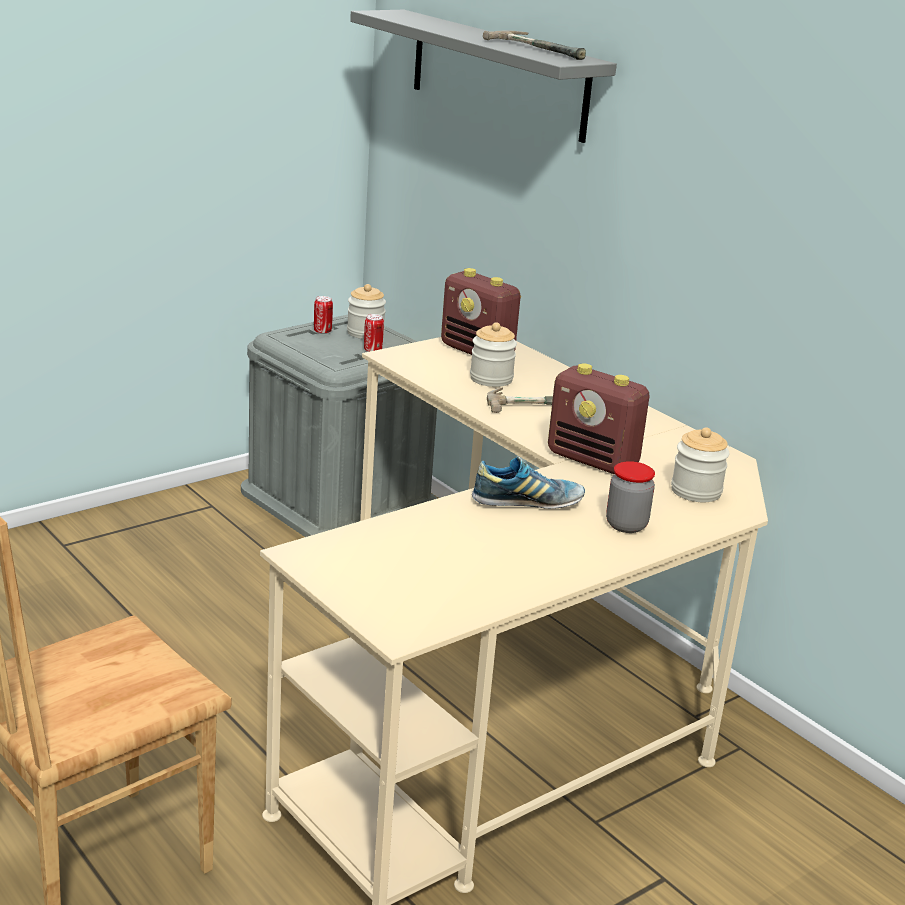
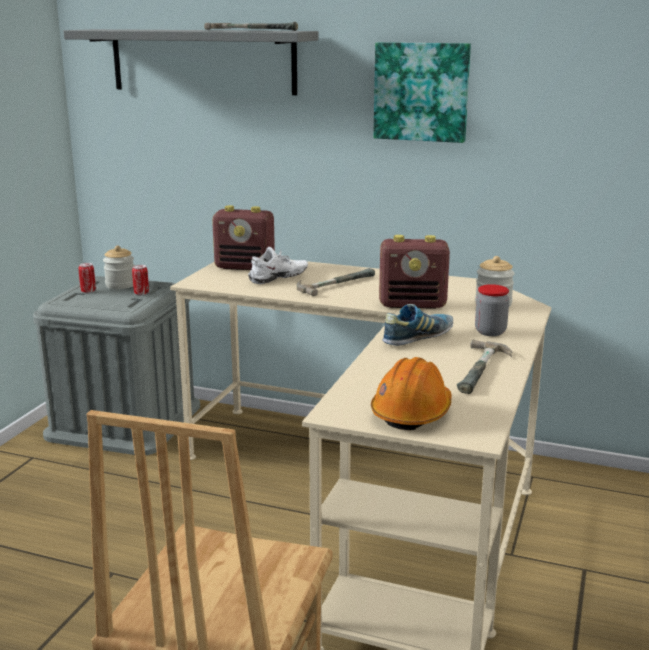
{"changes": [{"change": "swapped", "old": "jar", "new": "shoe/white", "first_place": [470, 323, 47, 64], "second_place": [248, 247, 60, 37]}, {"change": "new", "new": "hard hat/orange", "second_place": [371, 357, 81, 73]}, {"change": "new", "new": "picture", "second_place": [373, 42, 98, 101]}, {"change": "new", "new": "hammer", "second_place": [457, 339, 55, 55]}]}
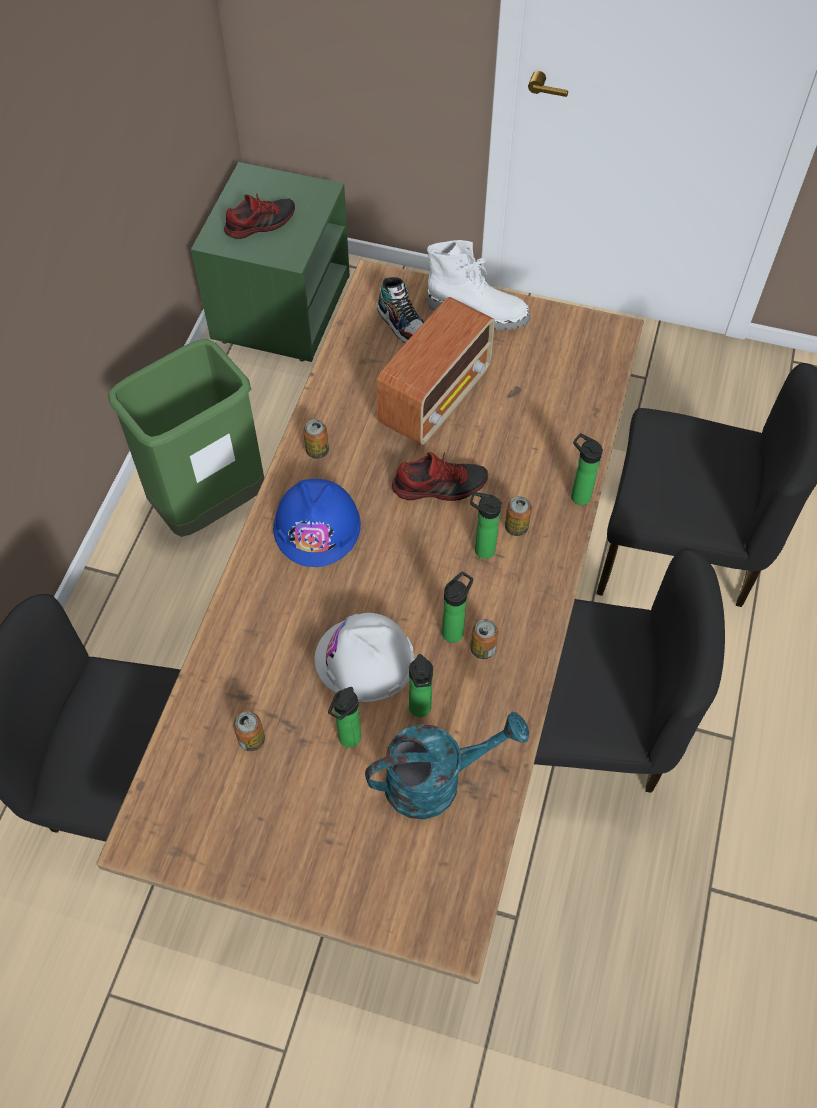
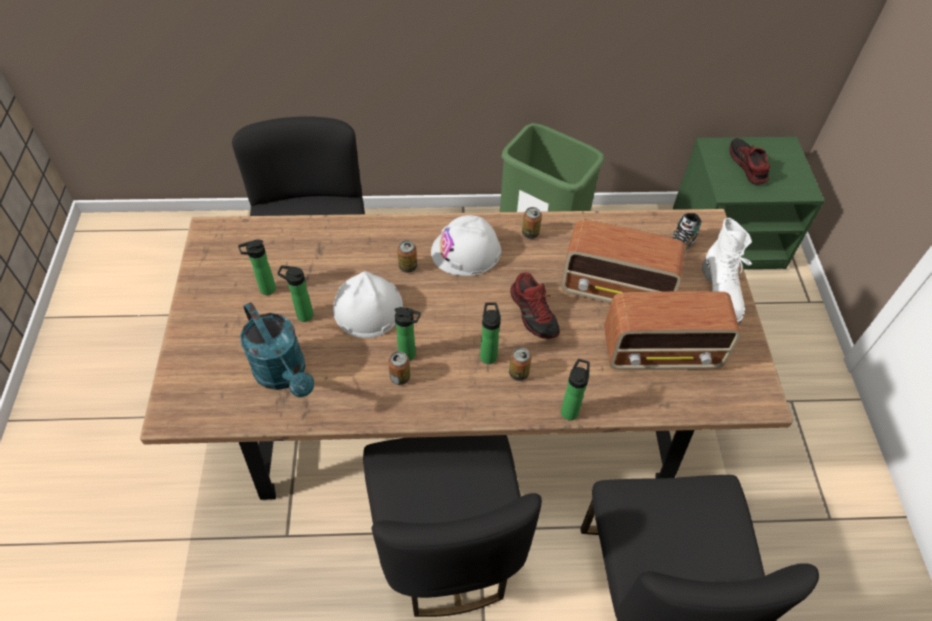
{"changes": [{"change": "shifted", "old": "bottle", "first_place": [409, 654, 24, 63], "second_place": [238, 239, 38, 56]}, {"change": "shifted", "old": "can", "first_place": [234, 712, 31, 39], "second_place": [397, 240, 20, 33]}, {"change": "repainted", "old": "hard hat/blue", "new": "hard hat/white", "first_place": [273, 479, 88, 88], "second_place": [431, 215, 70, 61]}, {"change": "new", "new": "radio", "second_place": [604, 291, 137, 79]}, {"change": "rotated", "old": "shoe", "first_place": [224, 193, 71, 46], "second_place": [730, 138, 40, 47], "degrees": -150}]}
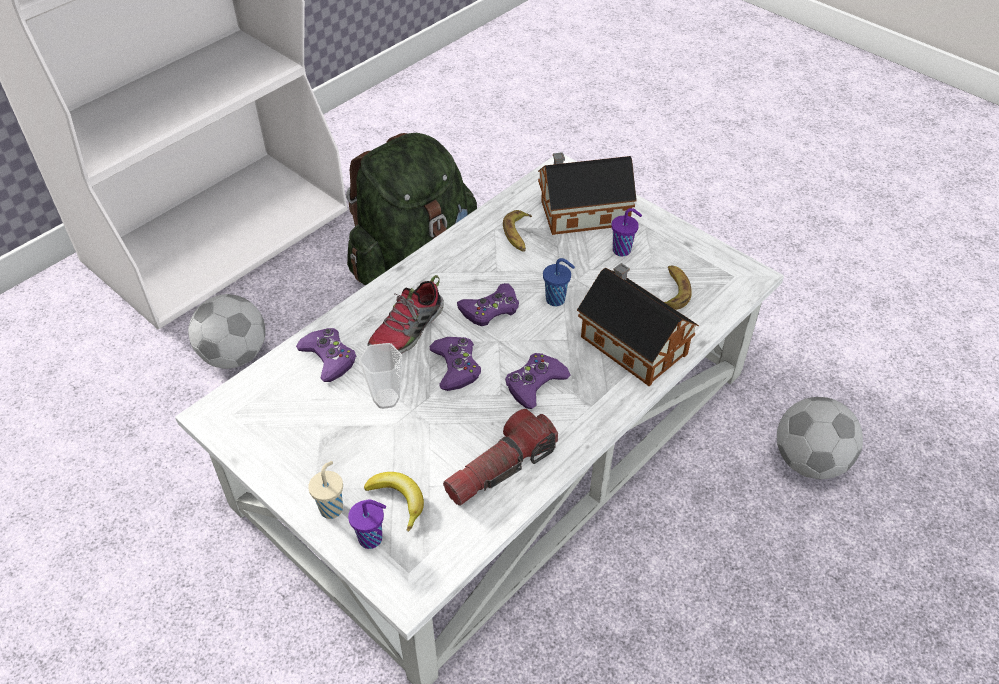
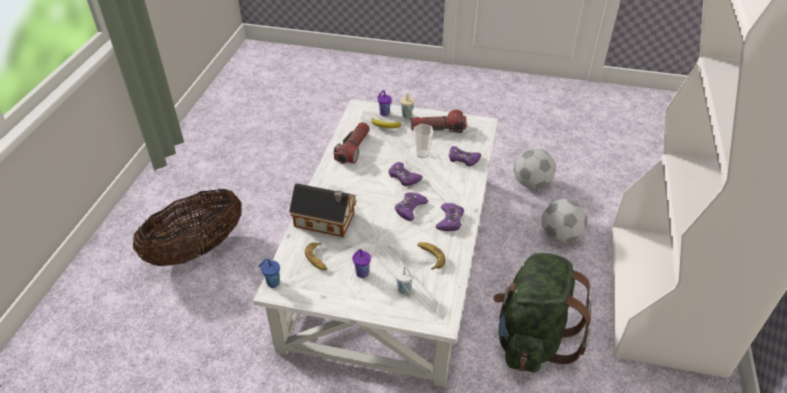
{"changes": [{"change": "new", "new": "basket", "second_place": [133, 188, 108, 78]}, {"change": "shifted", "old": "cup/blue", "first_place": [543, 258, 32, 48], "second_place": [258, 259, 22, 29]}, {"change": "swapped", "old": "toy house", "new": "cup/white", "first_place": [538, 152, 99, 83], "second_place": [395, 265, 19, 30]}, {"change": "new", "new": "flashlight", "second_place": [411, 110, 56, 23]}, {"change": "shifted", "old": "game controller/purple", "first_place": [505, 353, 66, 56], "second_place": [436, 203, 28, 28]}, {"change": "shifted", "old": "football", "first_place": [777, 397, 86, 82], "second_place": [514, 149, 41, 40]}, {"change": "gone", "old": "shoe", "first_place": [367, 275, 77, 79]}]}
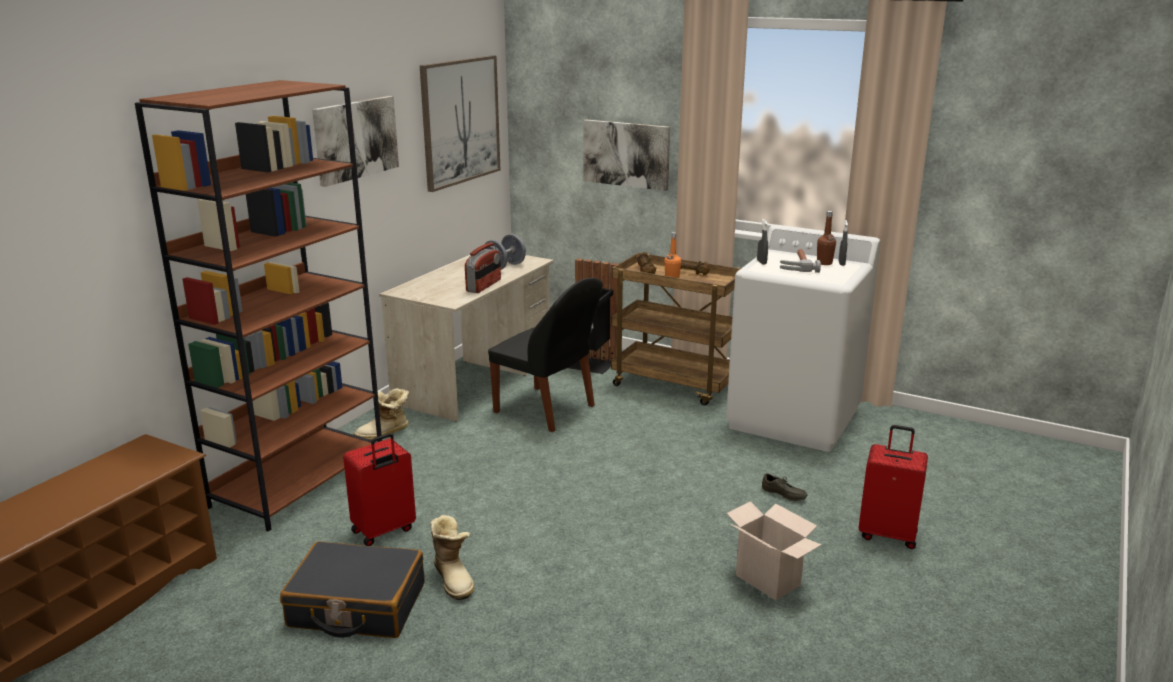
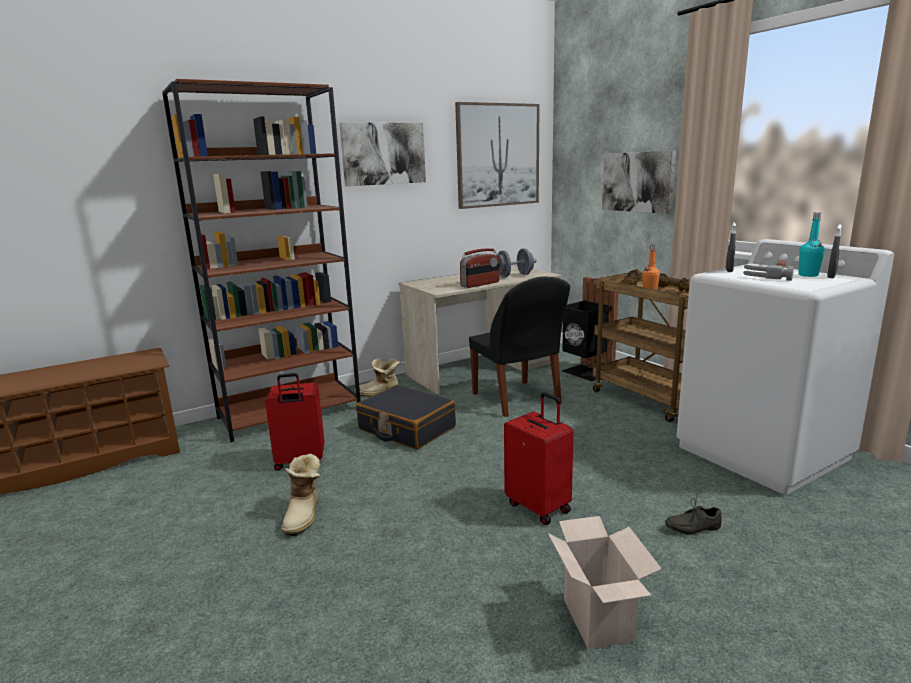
{"changes": [{"change": "shifted", "old": "suitcase/black", "first_place": [280, 541, 145, 97], "second_place": [356, 385, 100, 64]}, {"change": "shifted", "old": "suitcase/red", "first_place": [858, 425, 70, 124], "second_place": [504, 392, 70, 133]}, {"change": "rotated", "old": "shoe/grey", "first_place": [762, 473, 45, 28], "second_place": [665, 497, 57, 38], "degrees": 105}, {"change": "repainted", "old": "bottle/brown", "new": "bottle/turquoise", "first_place": [817, 211, 19, 54], "second_place": [798, 212, 27, 65]}]}
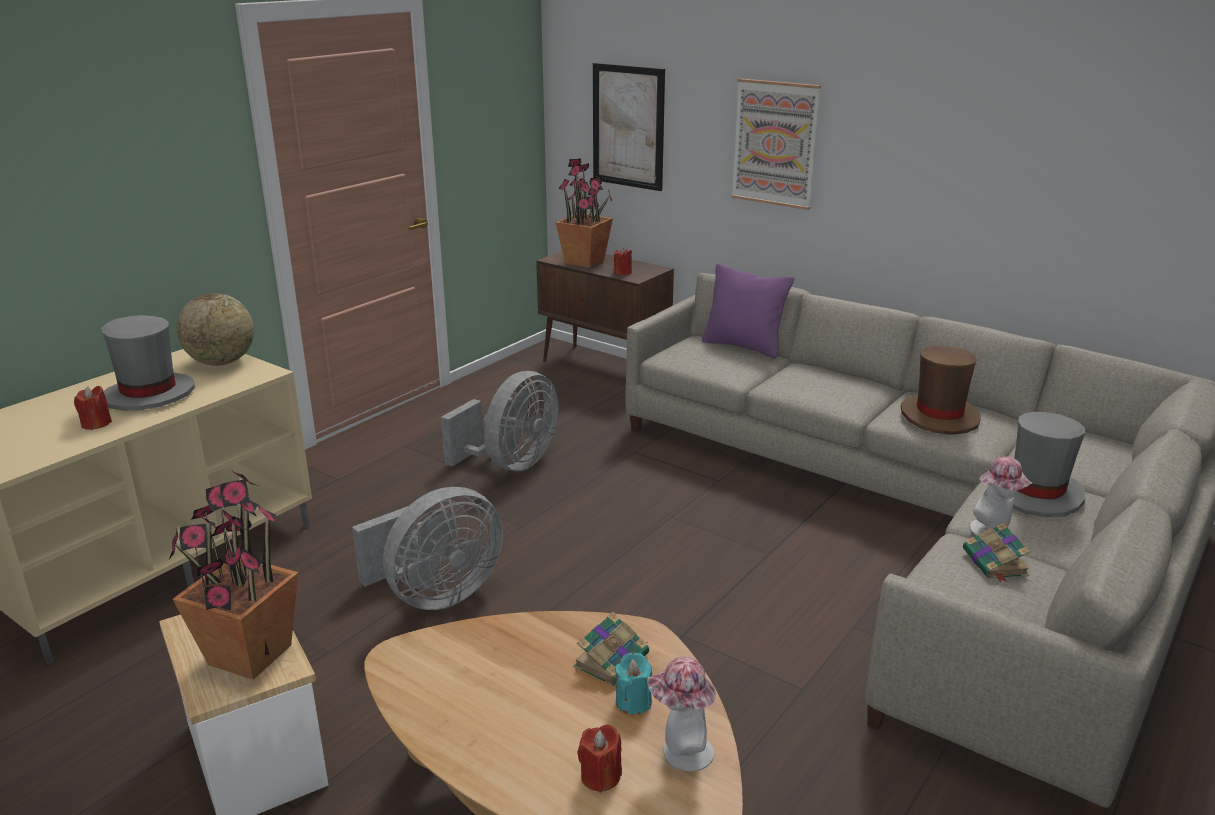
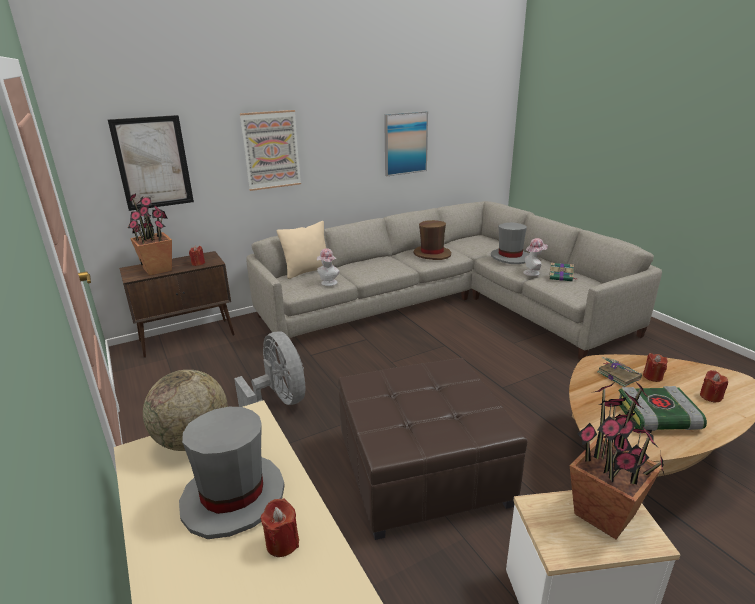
{"changes": [{"change": "repainted", "old": "pillow/purple", "new": "pillow/beige", "first_place": [702, 264, 92, 94], "second_place": [277, 221, 49, 58]}, {"change": "shifted", "old": "hat", "first_place": [647, 657, 69, 114], "second_place": [317, 248, 23, 38]}, {"change": "swapped", "old": "fan/grey", "new": "ottoman/brown", "first_place": [352, 487, 151, 123], "second_place": [338, 358, 189, 182]}, {"change": "new", "new": "picture", "second_place": [384, 111, 44, 65]}, {"change": "new", "new": "book", "second_place": [619, 386, 88, 45]}, {"change": "repainted", "old": "candle/turquoise", "new": "candle/red", "first_place": [615, 652, 37, 63], "second_place": [643, 353, 24, 29]}]}
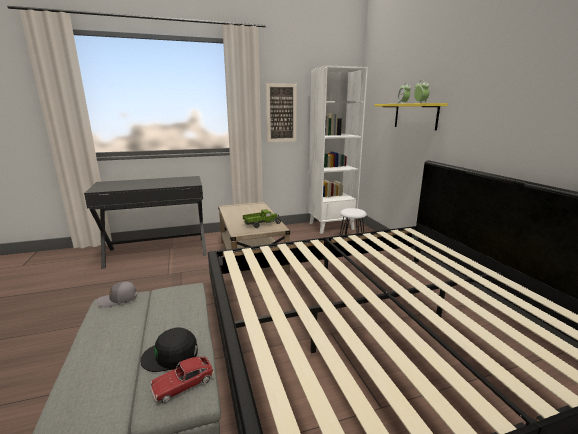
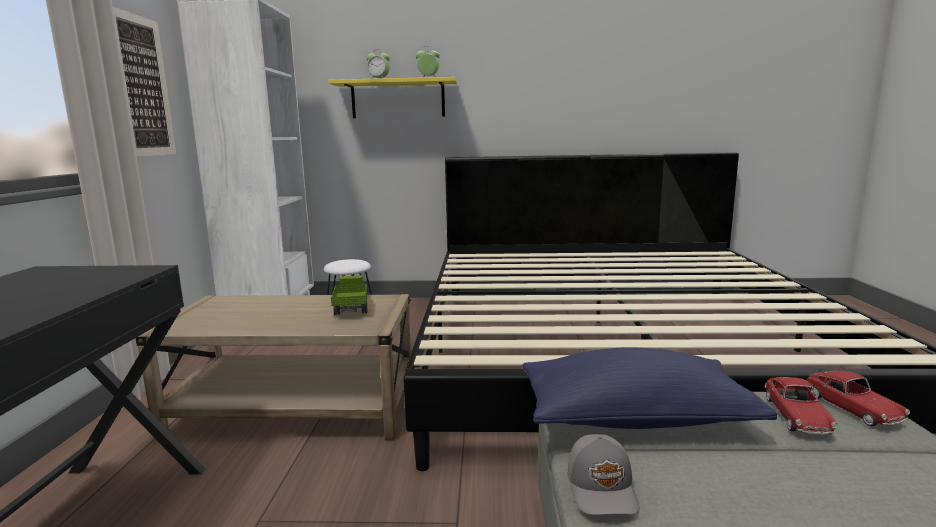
{"changes": [{"change": "new", "new": "pillow/blue", "second_place": [522, 348, 255, 81]}, {"change": "swapped", "old": "cap/black", "new": "toy car", "first_place": [140, 327, 58, 45], "second_place": [764, 377, 73, 58]}]}
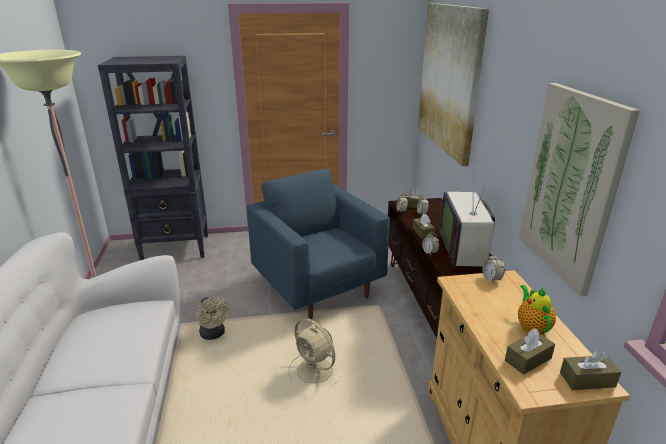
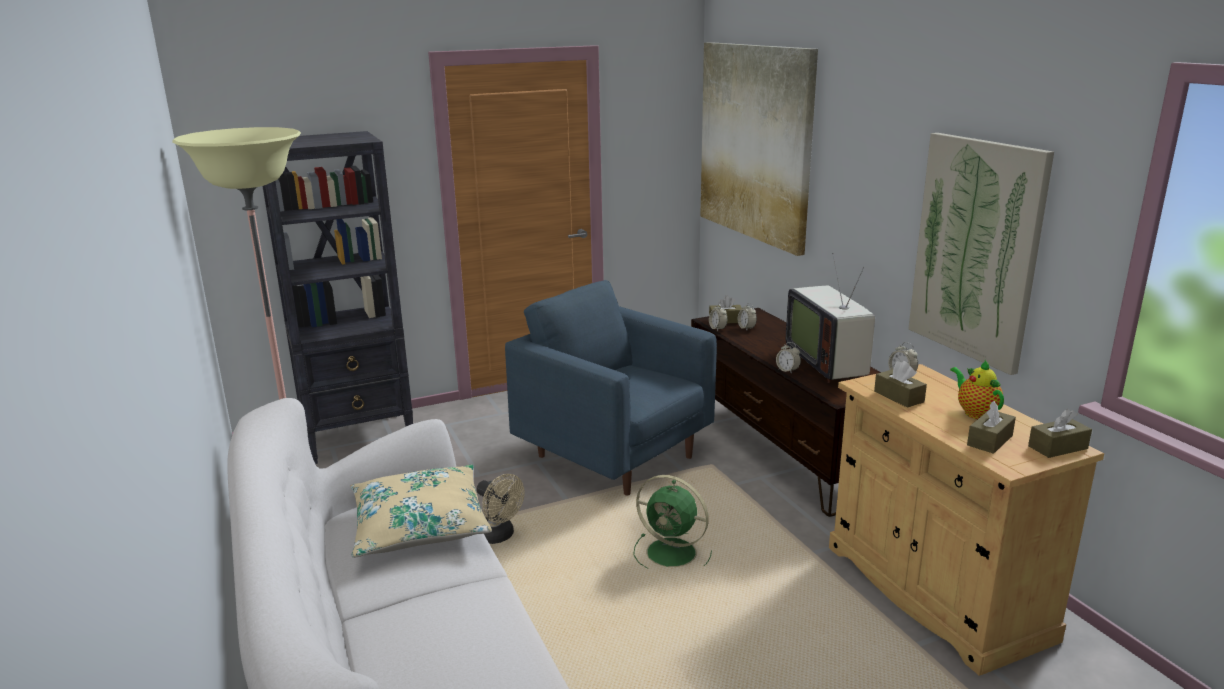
{"changes": [{"change": "new", "new": "pillow/beige", "second_place": [350, 465, 142, 93]}, {"change": "repainted", "old": "fan/beige", "new": "fan/green", "first_place": [288, 318, 55, 69], "second_place": [633, 475, 79, 94]}, {"change": "shifted", "old": "tissue box/brown", "first_place": [412, 214, 23, 25], "second_place": [874, 361, 53, 47]}]}
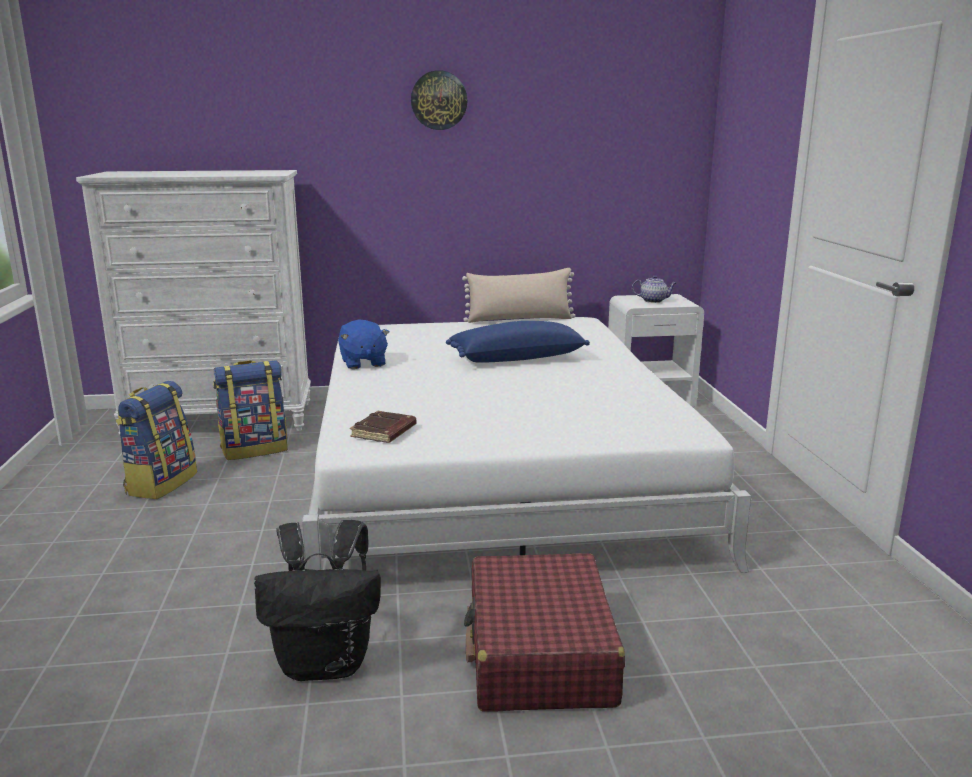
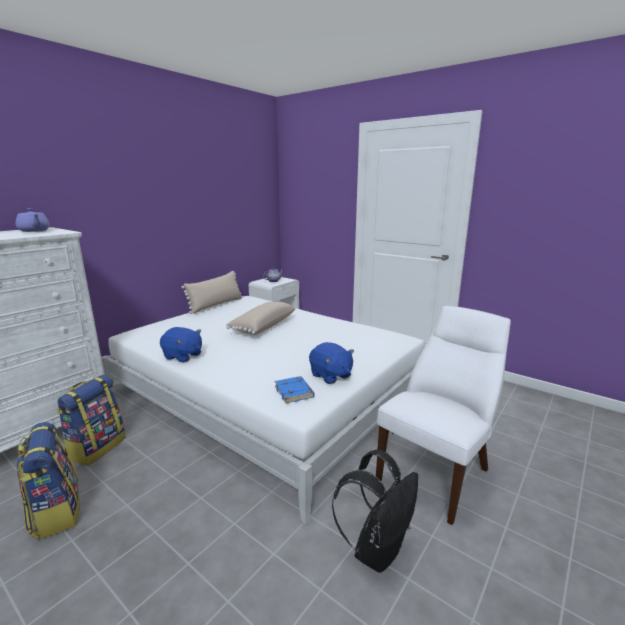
{"changes": [{"change": "new", "new": "teapot/purple", "second_place": [15, 208, 35, 24]}, {"change": "repainted", "old": "pillow/blue", "new": "pillow/beige", "first_place": [446, 321, 144, 42], "second_place": [226, 302, 69, 33]}, {"change": "repainted", "old": "book/brown", "new": "book/blue", "first_place": [350, 411, 66, 32], "second_place": [275, 376, 40, 27]}, {"change": "new", "new": "plush toy/blue", "second_place": [309, 342, 45, 42]}, {"change": "swapped", "old": "suitcase/red", "new": "chair/white", "first_place": [464, 553, 161, 158], "second_place": [376, 306, 135, 219]}, {"change": "gone", "old": "wall clock", "first_place": [411, 70, 57, 60]}]}
